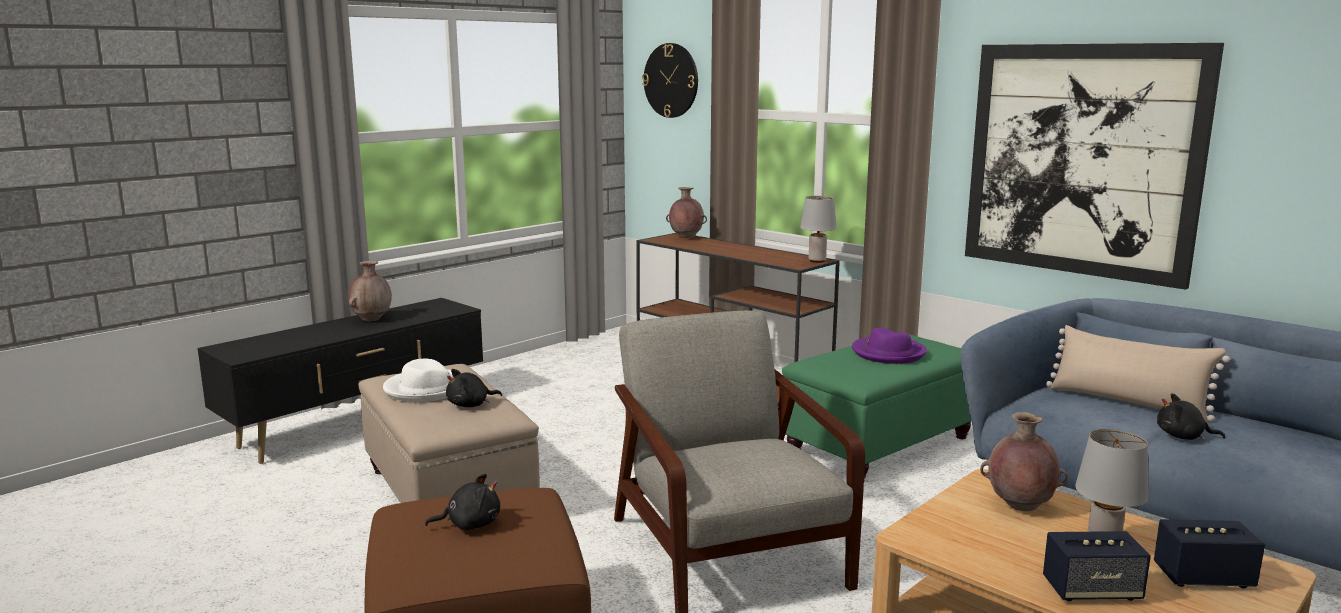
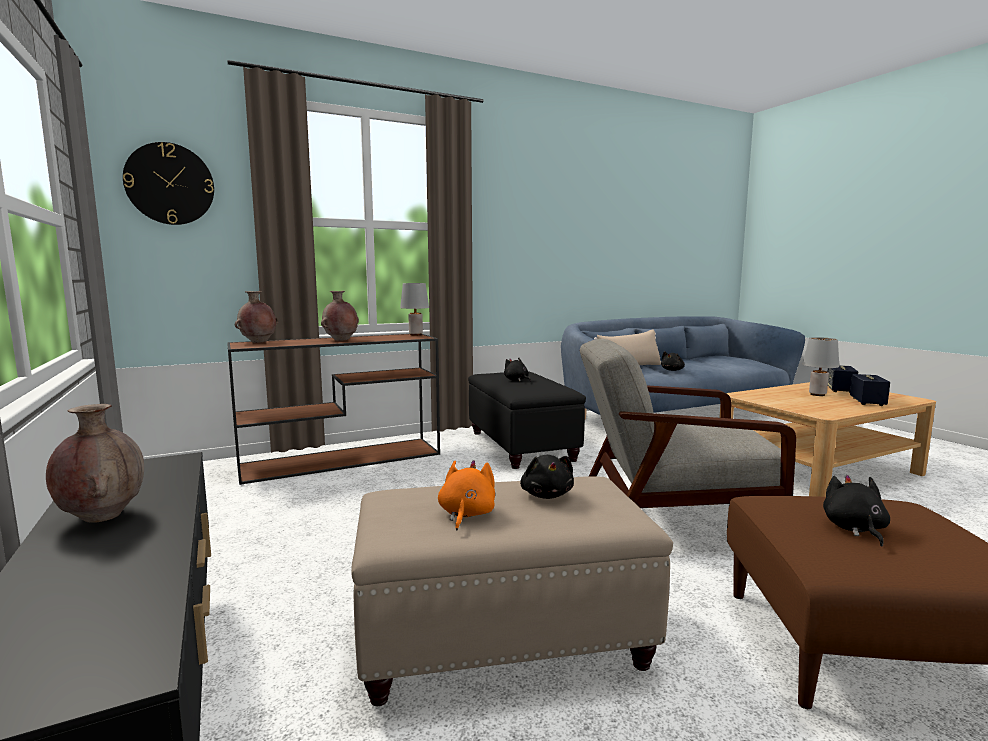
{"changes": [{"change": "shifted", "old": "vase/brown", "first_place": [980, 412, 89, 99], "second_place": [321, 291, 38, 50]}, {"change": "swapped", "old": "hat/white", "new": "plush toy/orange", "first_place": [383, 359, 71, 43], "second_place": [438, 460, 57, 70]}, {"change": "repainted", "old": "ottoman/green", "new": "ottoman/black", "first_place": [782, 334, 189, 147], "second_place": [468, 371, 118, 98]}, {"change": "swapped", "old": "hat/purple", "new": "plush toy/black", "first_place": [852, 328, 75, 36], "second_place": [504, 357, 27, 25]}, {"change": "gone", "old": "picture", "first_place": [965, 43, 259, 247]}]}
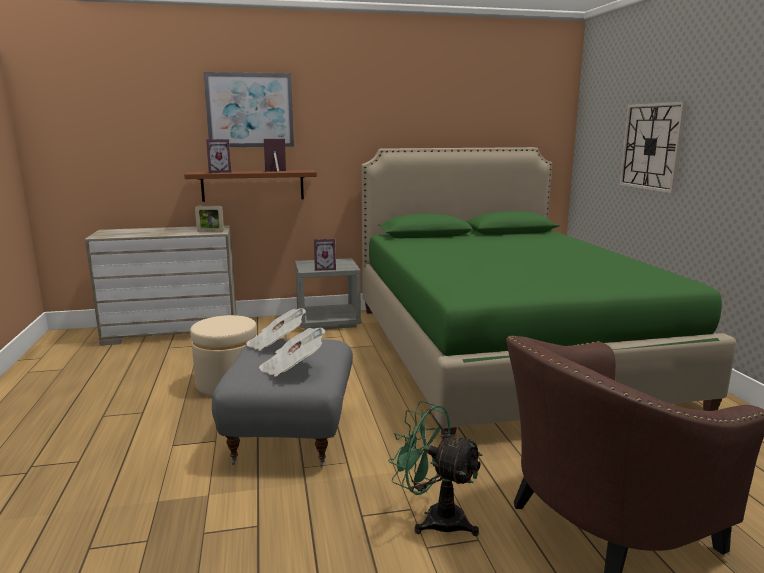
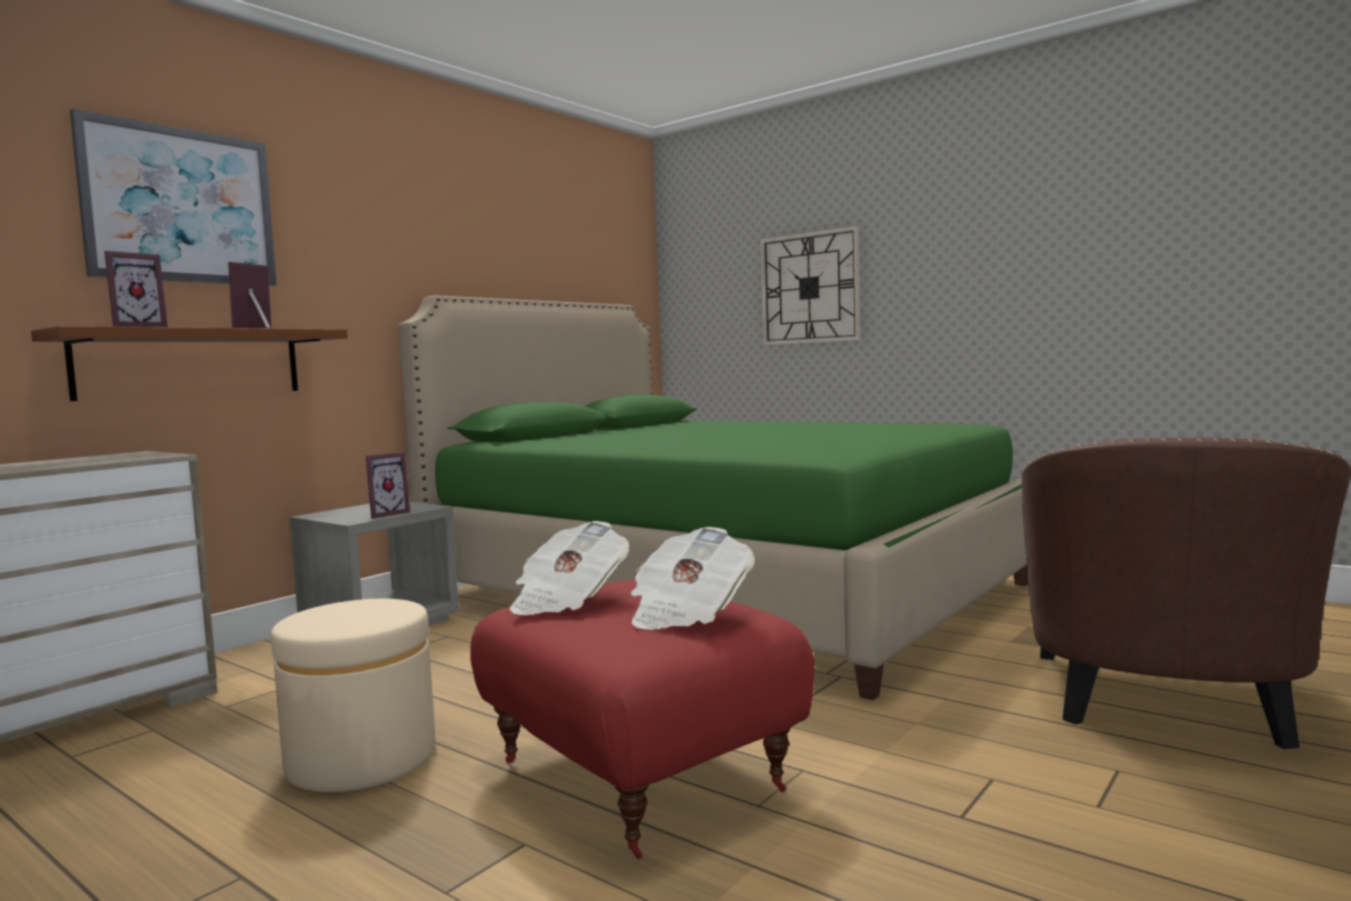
{"changes": [{"change": "repainted", "old": "ottoman/grey", "new": "ottoman/red", "first_place": [212, 339, 141, 128], "second_place": [470, 579, 344, 280]}, {"change": "gone", "old": "picture frame", "first_place": [195, 206, 29, 26]}, {"change": "gone", "old": "fan/green", "first_place": [388, 401, 95, 135]}]}
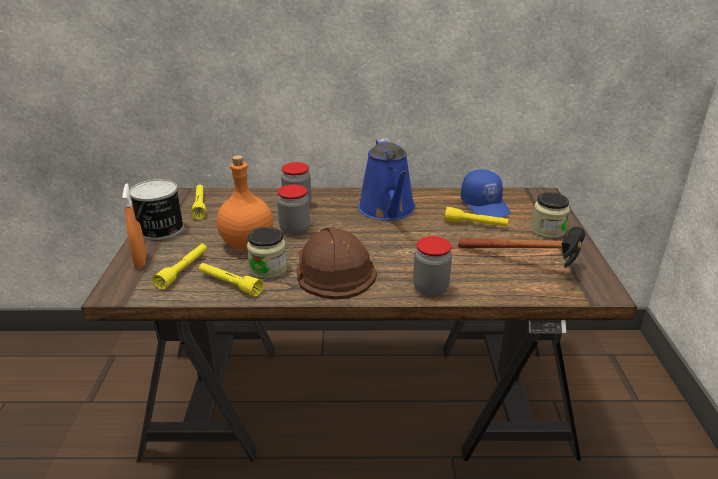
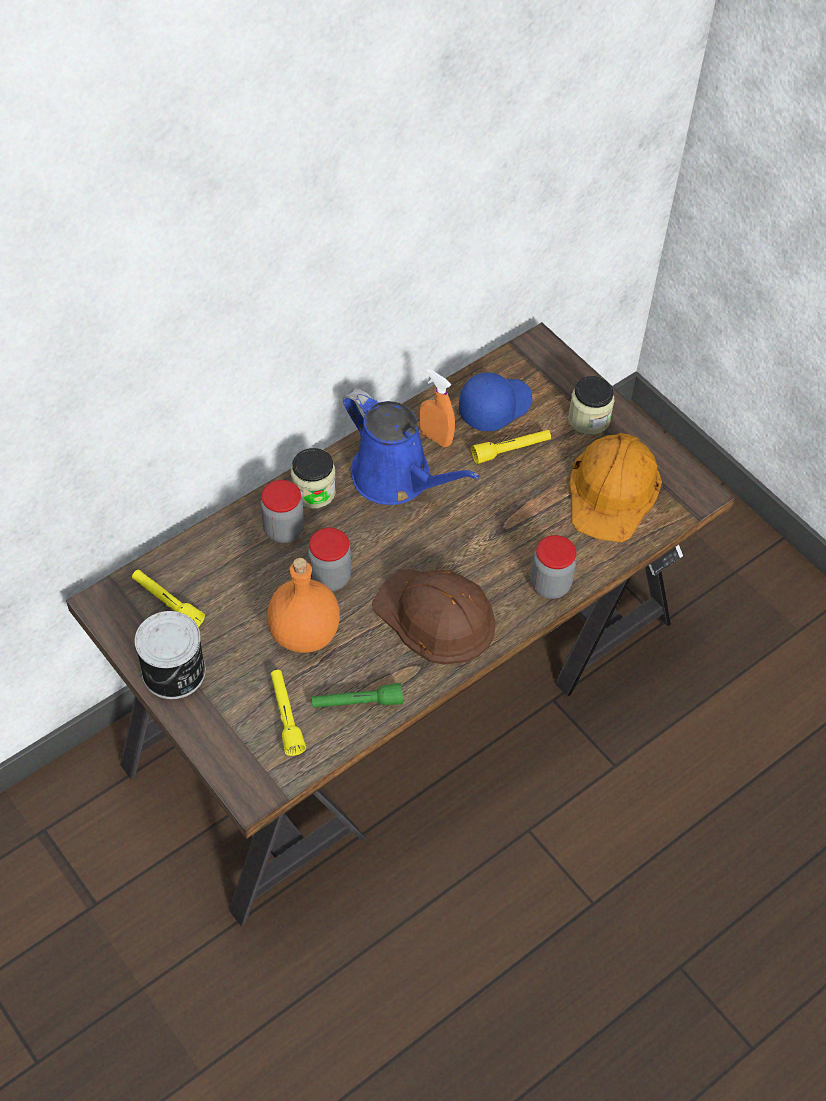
{"changes": [{"change": "shifted", "old": "jar", "first_place": [247, 227, 40, 52], "second_place": [291, 448, 45, 61]}, {"change": "repainted", "old": "flashlight/yellow", "new": "flashlight/green", "first_place": [199, 263, 64, 33], "second_place": [312, 683, 91, 25]}, {"change": "shifted", "old": "spray bottle/orange", "first_place": [122, 184, 24, 84], "second_place": [419, 368, 36, 79]}, {"change": "rotated", "old": "cap/blue", "first_place": [461, 169, 50, 48], "second_place": [459, 372, 74, 59], "degrees": -75}, {"change": "swapped", "old": "hammer", "new": "hard hat/orange", "first_place": [458, 227, 127, 41], "second_place": [569, 433, 93, 109]}]}
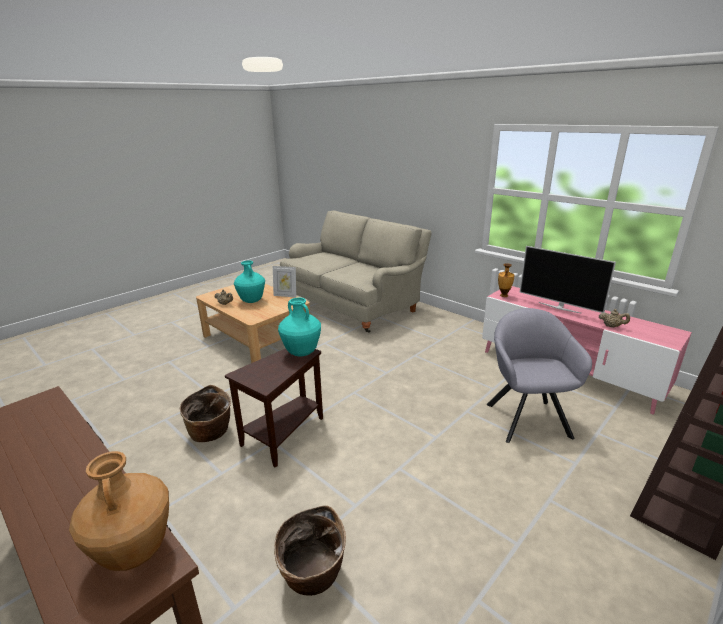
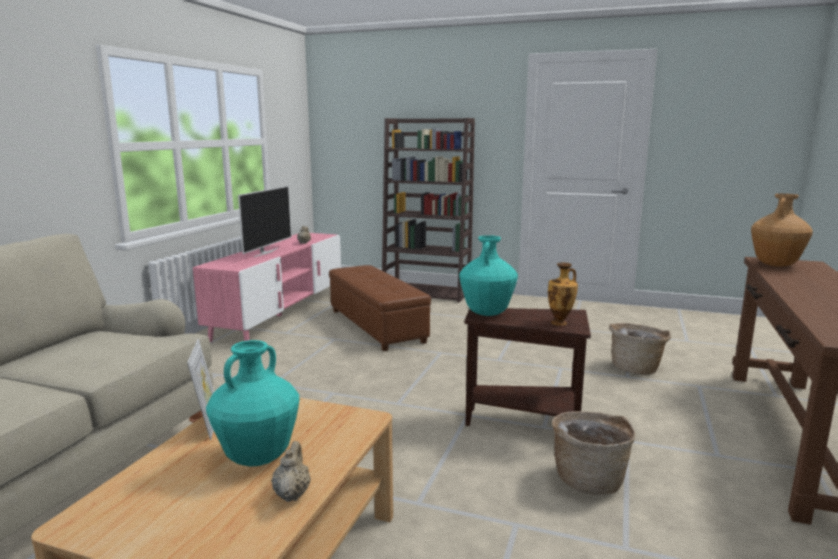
{"changes": [{"change": "swapped", "old": "armchair/grey", "new": "ottoman/brown", "first_place": [487, 308, 105, 135], "second_place": [329, 265, 102, 86]}, {"change": "shifted", "old": "vase", "first_place": [498, 263, 16, 34], "second_place": [548, 263, 30, 63]}]}
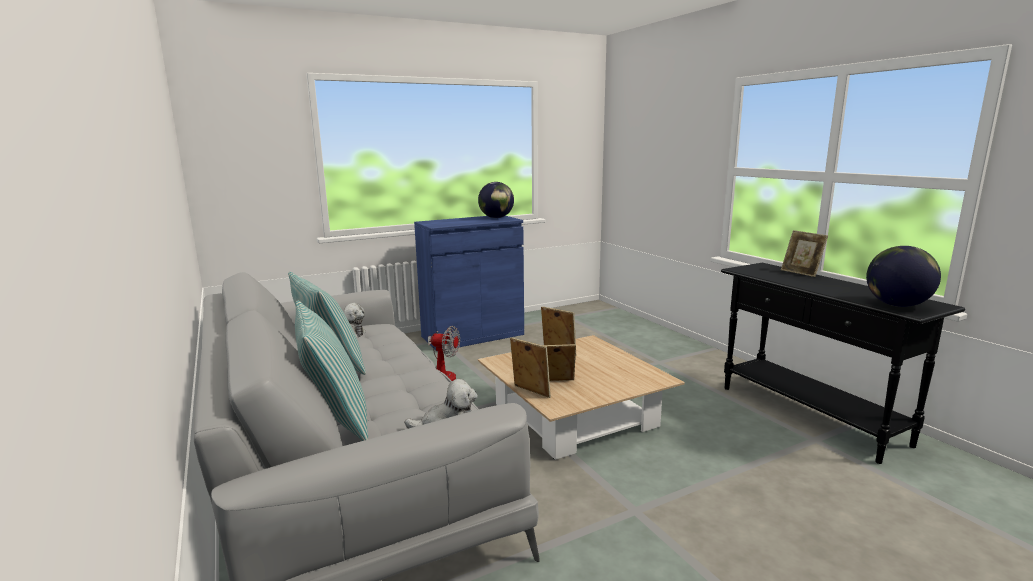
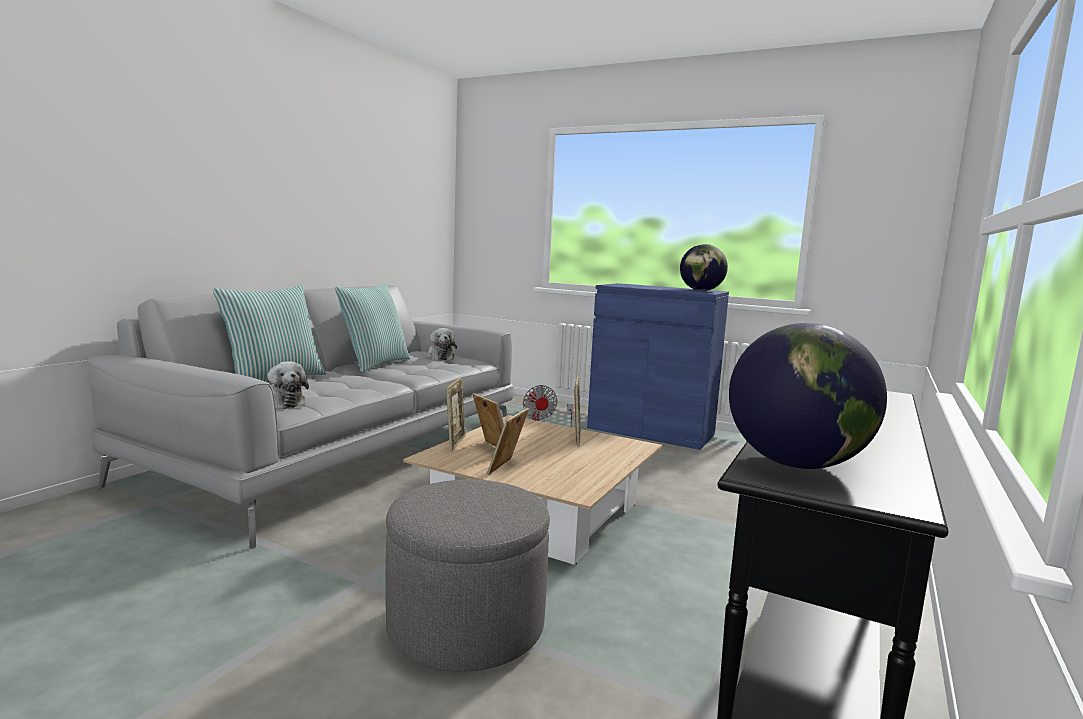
{"changes": [{"change": "new", "new": "ottoman/grey", "second_place": [386, 479, 164, 193]}, {"change": "shifted", "old": "picture frame", "first_place": [781, 230, 47, 47], "second_place": [487, 408, 42, 67]}]}
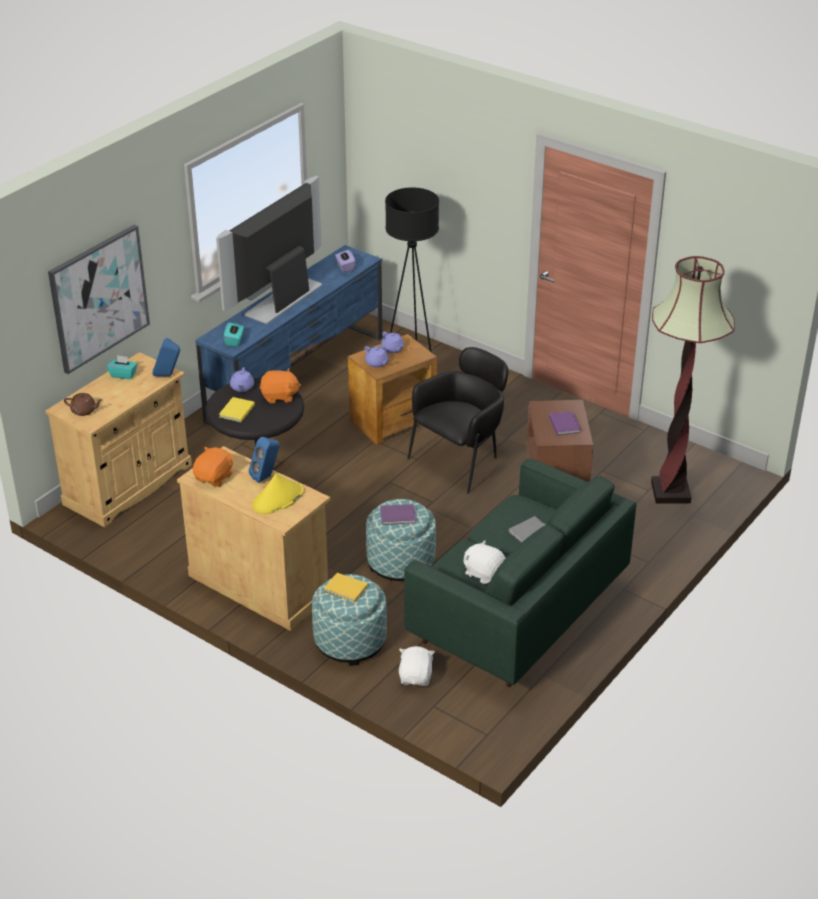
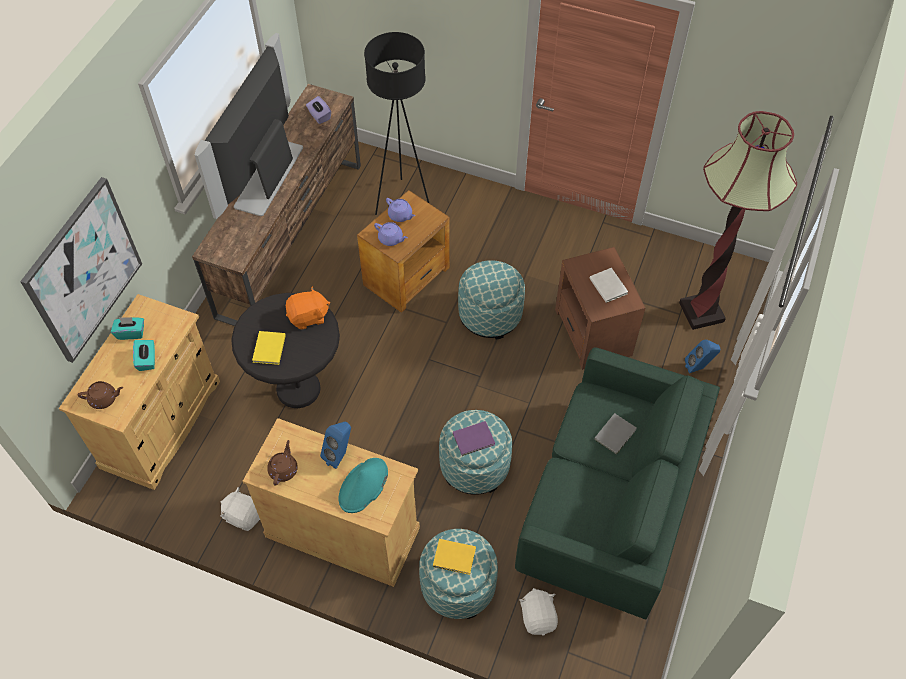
{"changes": [{"change": "shifted", "old": "tissue box/turquoise", "first_place": [224, 322, 20, 24], "second_place": [133, 340, 22, 31]}, {"change": "repainted", "old": "tv stand/blue", "new": "tv stand/brown", "first_place": [195, 245, 187, 195], "second_place": [192, 84, 169, 242]}, {"change": "shifted", "old": "plush toy/white", "first_place": [464, 540, 42, 44], "second_place": [220, 487, 40, 44]}, {"change": "swapped", "old": "plush toy/orange", "new": "teapot/brown", "first_place": [193, 447, 41, 40], "second_place": [267, 440, 31, 46]}, {"change": "repainted", "old": "hat/yellow", "new": "hat/turquoise", "first_place": [252, 474, 52, 40], "second_place": [339, 458, 49, 55]}, {"change": "swapped", "old": "armchair/black", "new": "ottoman", "first_place": [407, 347, 101, 147], "second_place": [458, 260, 67, 80]}, {"change": "repainted", "old": "book/purple", "new": "book/white", "first_place": [549, 411, 32, 24], "second_place": [590, 268, 38, 35]}, {"change": "shifted", "old": "speaker/blue", "first_place": [152, 338, 28, 38], "second_place": [685, 340, 35, 33]}, {"change": "gone", "old": "teapot/purple", "first_place": [230, 367, 24, 25]}]}
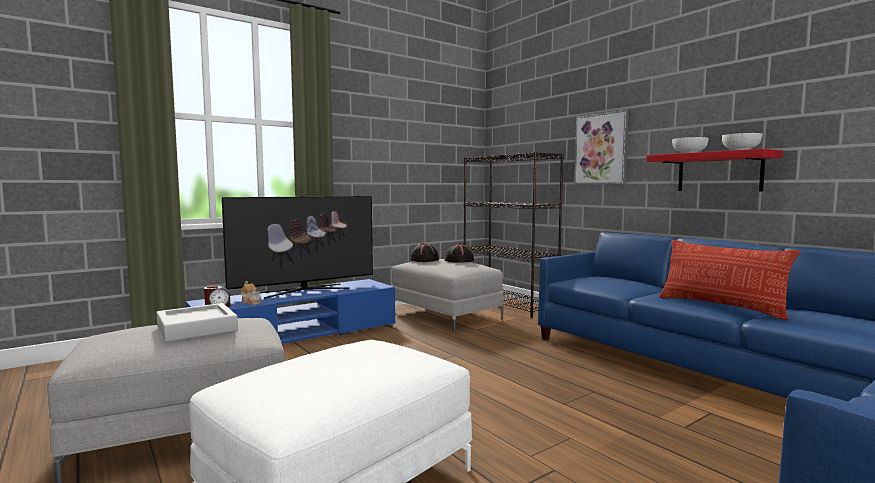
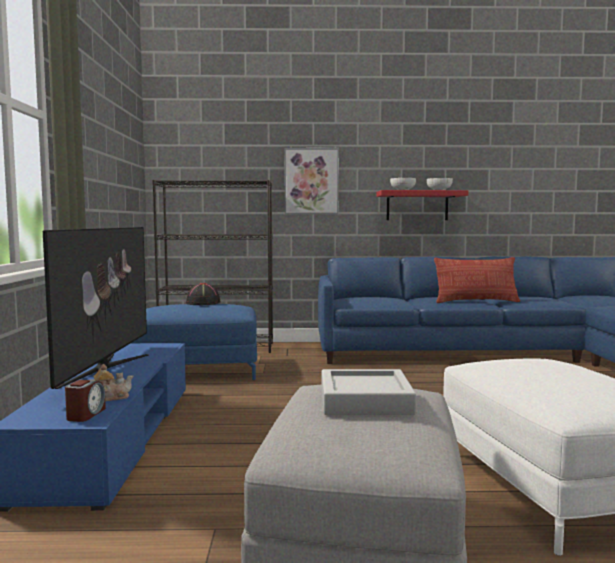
{"changes": [{"change": "repainted", "old": "ottoman/grey", "new": "ottoman/blue", "first_place": [392, 259, 112, 73], "second_place": [132, 304, 125, 76]}, {"change": "gone", "old": "hat/black", "first_place": [410, 243, 29, 19]}]}
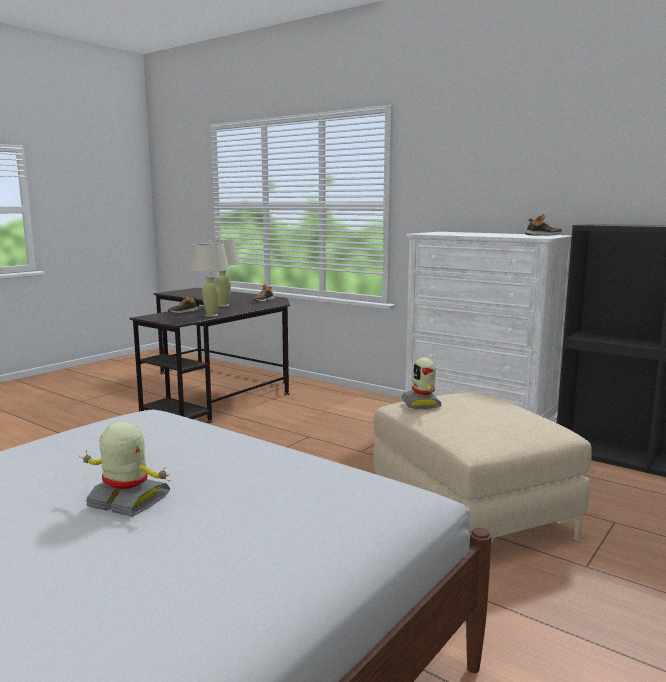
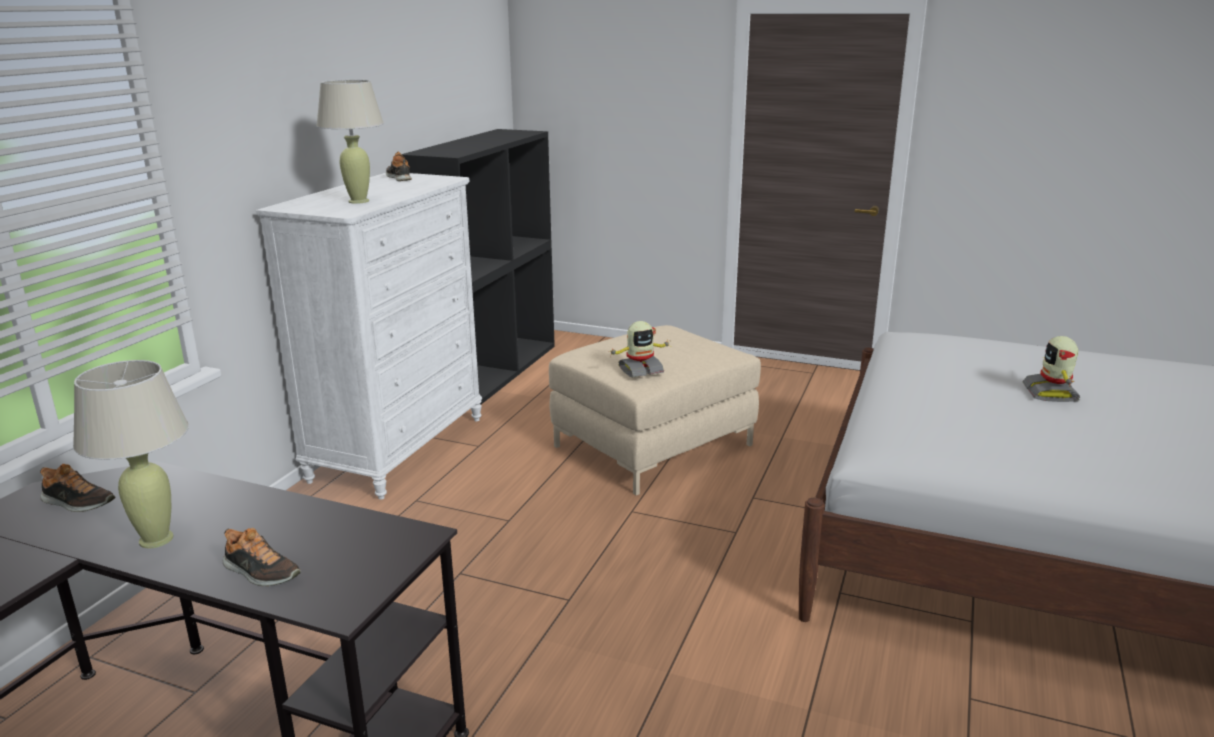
{"changes": [{"change": "shifted", "old": "table lamp/beige", "first_place": [190, 243, 40, 74], "second_place": [316, 79, 68, 125]}]}
